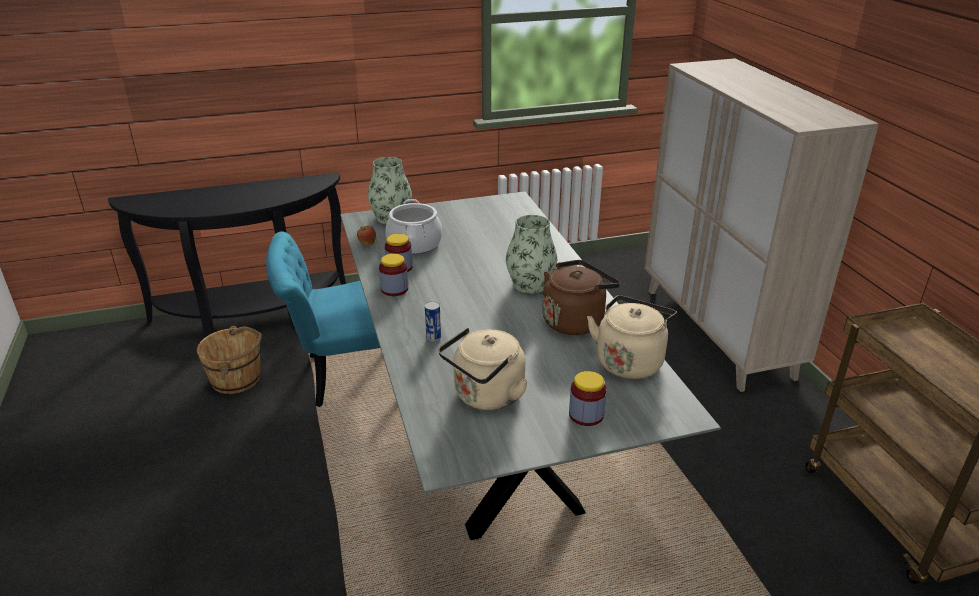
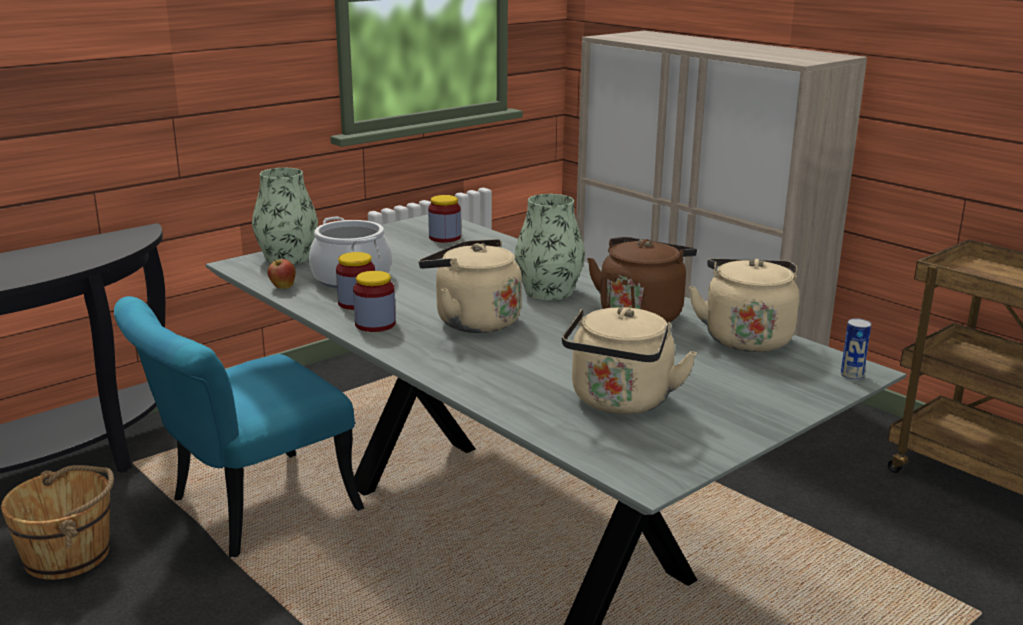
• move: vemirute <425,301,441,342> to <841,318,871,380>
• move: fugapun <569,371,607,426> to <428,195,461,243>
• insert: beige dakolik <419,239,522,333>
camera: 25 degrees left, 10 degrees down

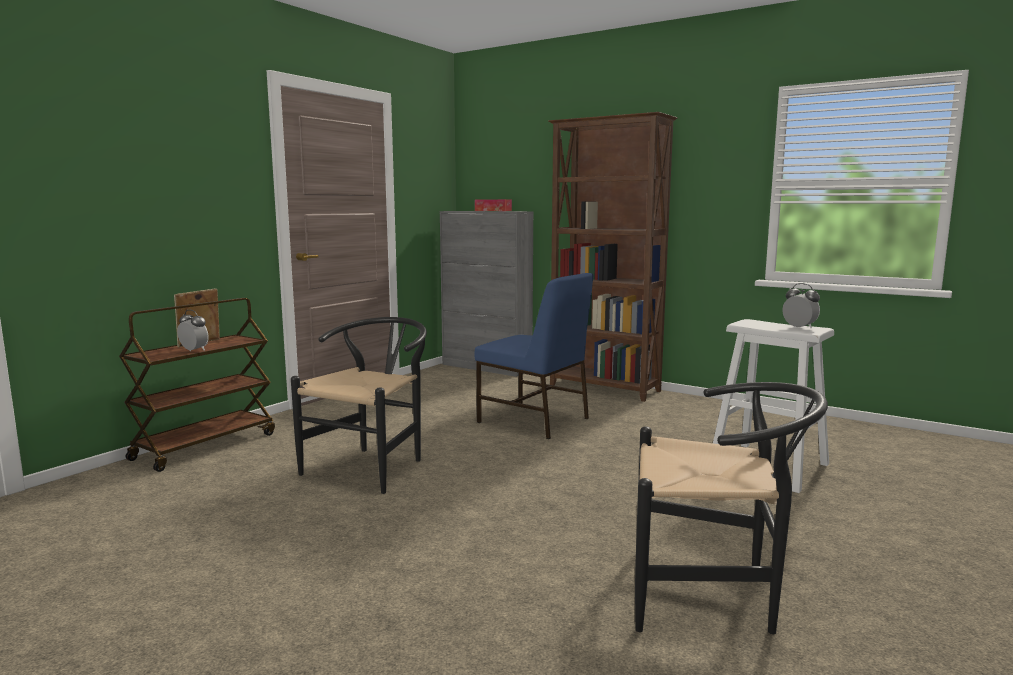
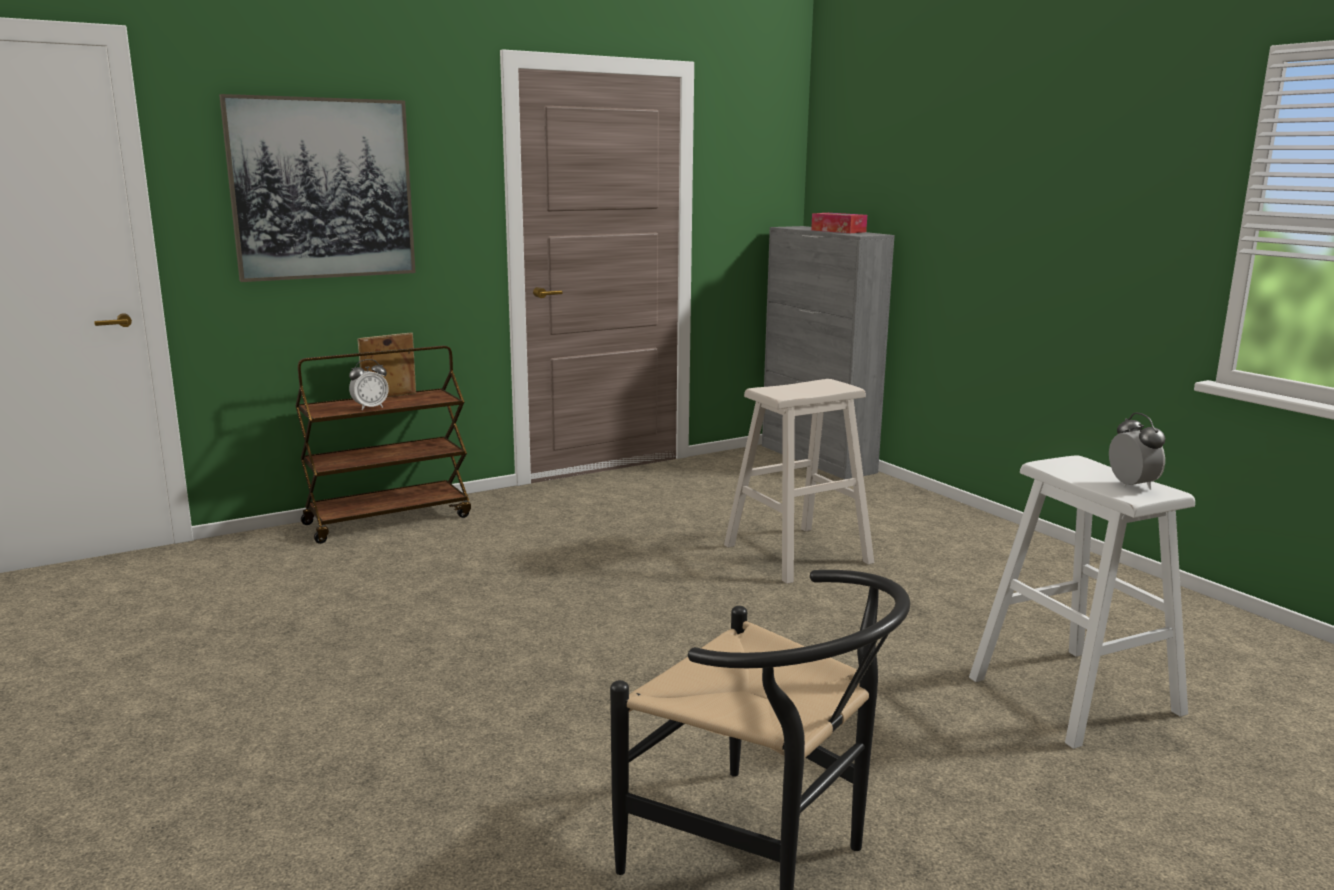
• rotate: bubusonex <177,310,209,351> = <349,359,389,410> 90 degrees clockwise
• delete: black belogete <291,317,427,494>
• replace: blue belogete <475,273,593,439> to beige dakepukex <724,379,874,584>
• delete: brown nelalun <548,112,677,402>
• insert: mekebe <219,94,416,282>
camera: 25 degrees right, 5 degrees up

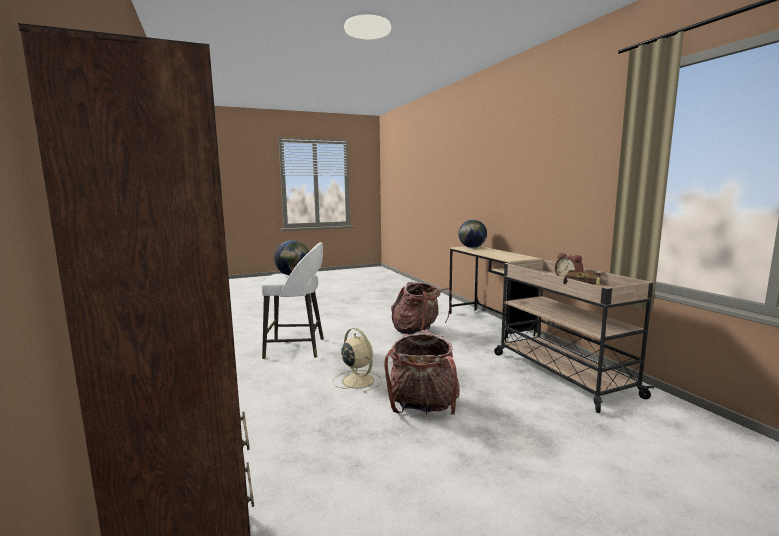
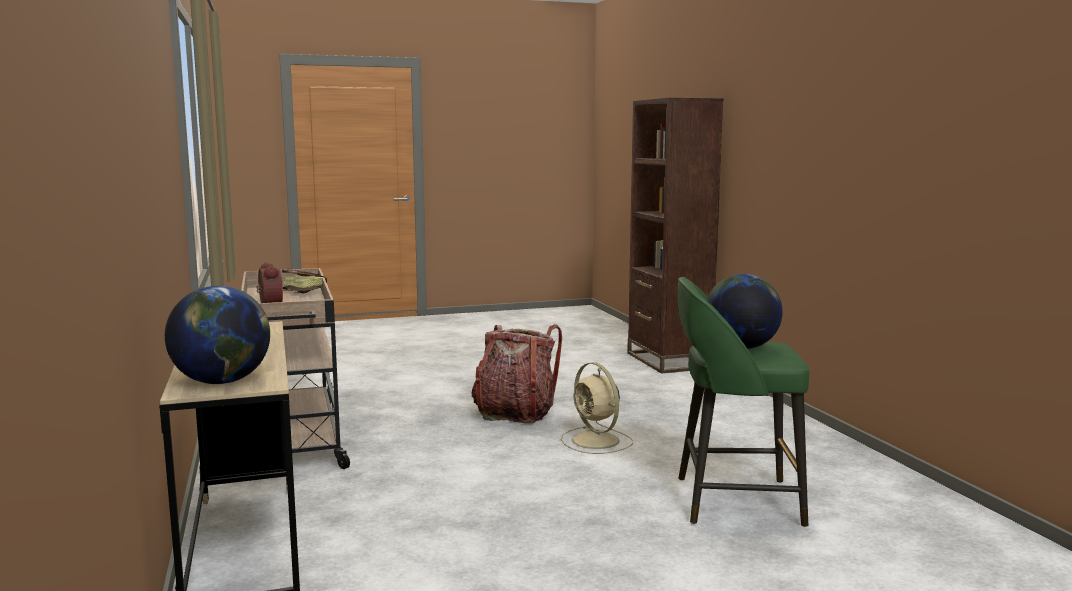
• recolor: white dakepukex <261,242,324,359> to green dakepukex <678,277,809,527>
• delete: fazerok <391,282,452,334>
camera: 175 degrees left, 0 degrees up

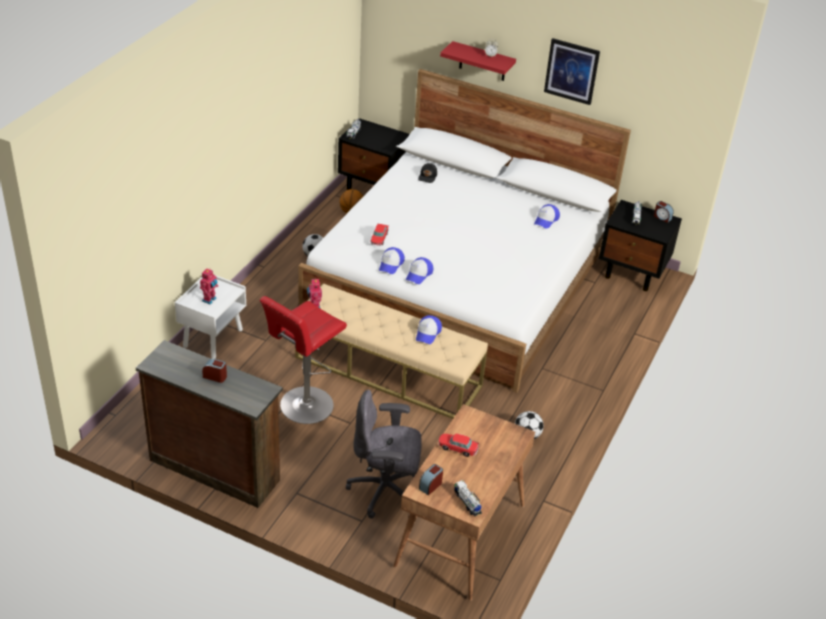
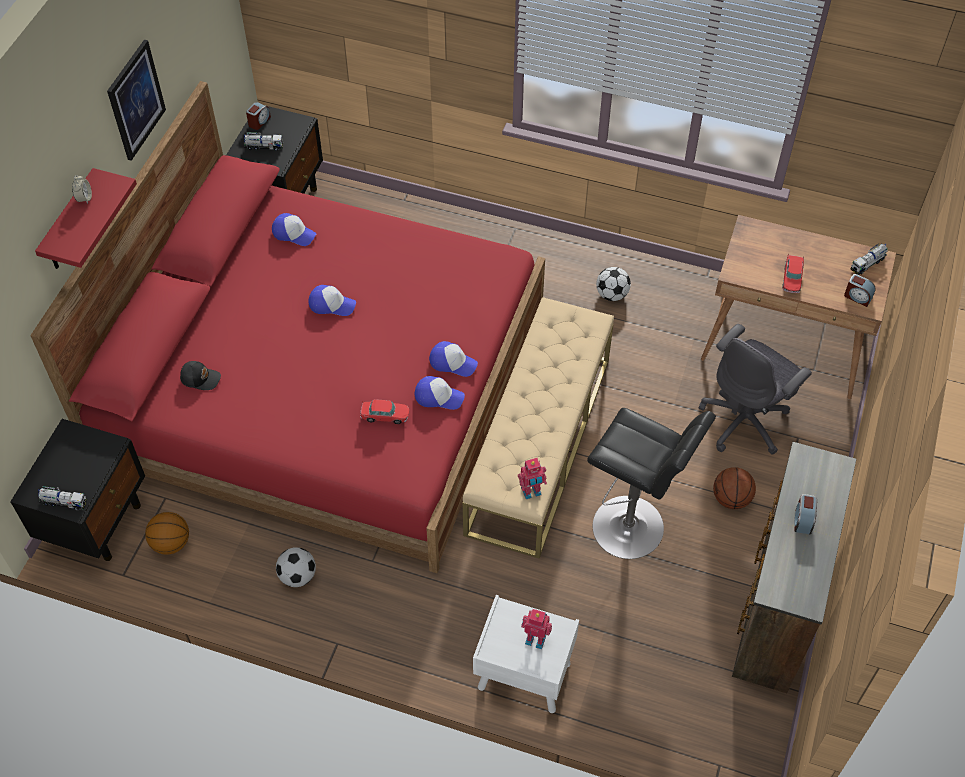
• recolor: red dakepukex <260,296,347,424> to black dakepukex <587,408,716,559>
• recolor: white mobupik <298,69,631,393> to red mobupik <30,81,545,573>
• rotate: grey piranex <346,390,422,519> = <699,324,812,454> 45 degrees clockwise
• move: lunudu <416,315,442,344> to <308,285,356,316>
• insert: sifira <713,467,756,509>
camera: 95 degrees left, 15 degrees up

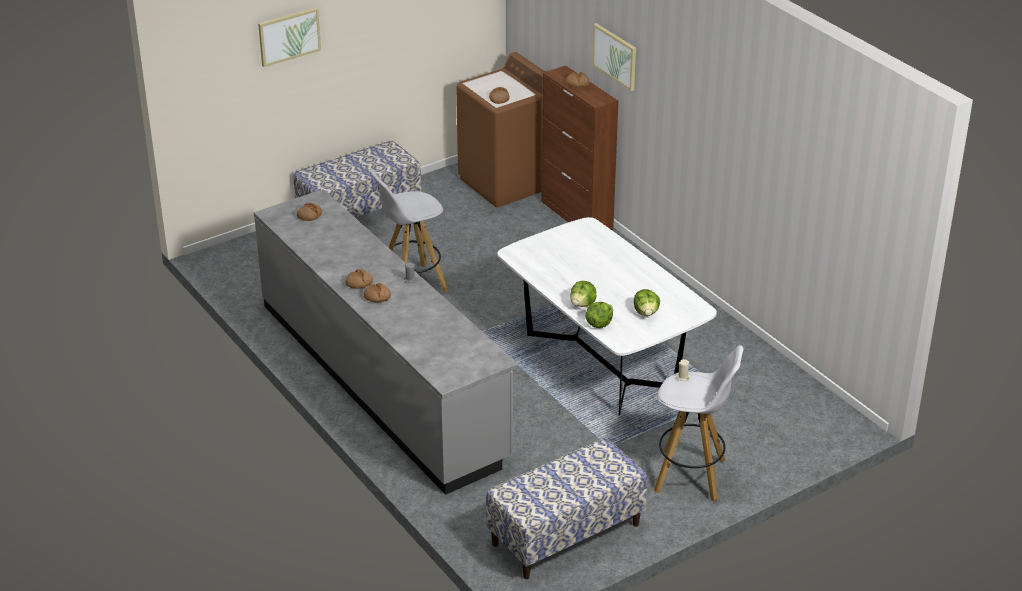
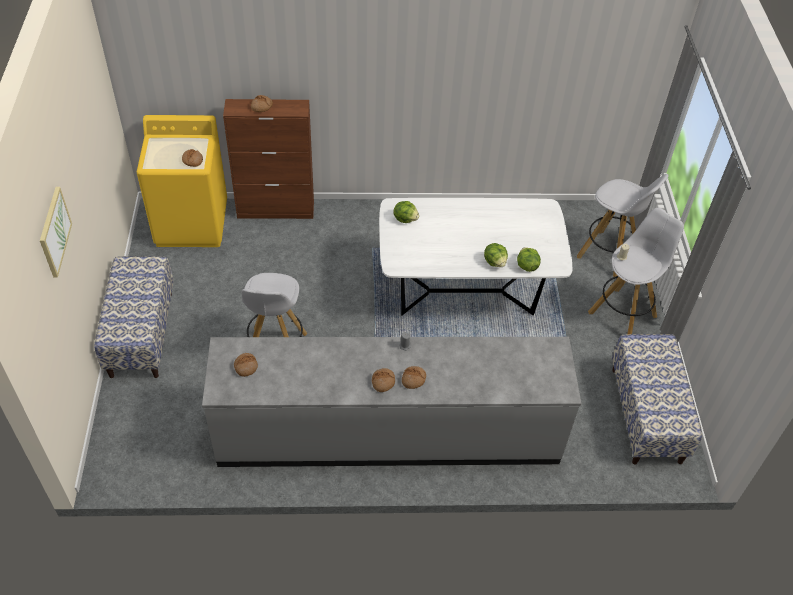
• recolor: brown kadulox <456,52,545,208> to yellow kadulox <137,115,227,247>
• delete: mekebe <592,23,636,91>
• move: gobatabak <634,289,660,316> to <393,201,419,223>
• insert: white dakepukex <577,174,669,277>
camera: 60 degrees left, 15 degrees up

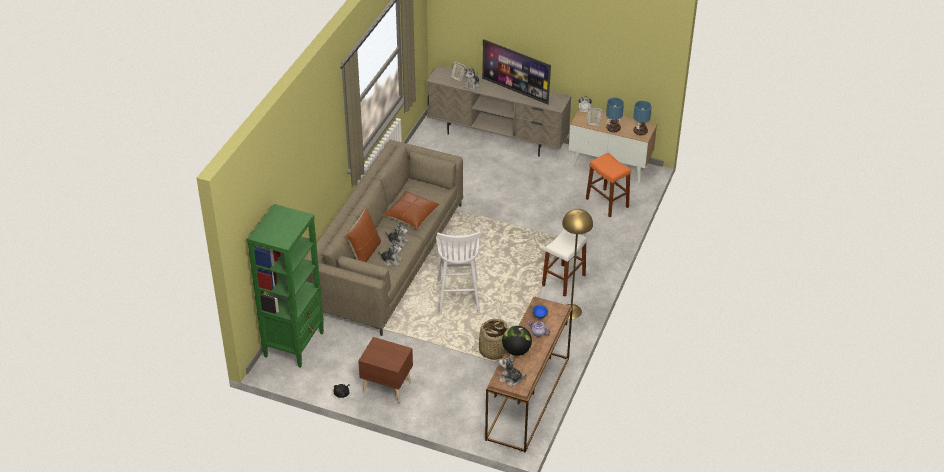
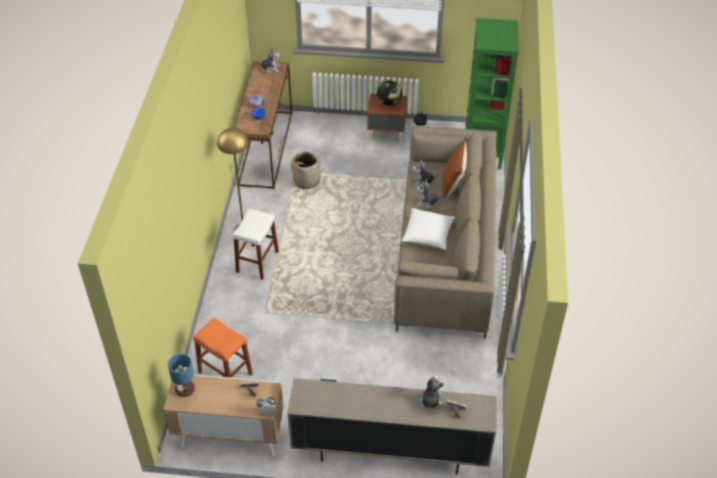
• recolor: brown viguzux <383,191,440,229> to white viguzux <401,208,455,250>
• delete: white dakepukex <436,231,481,315>
• delete: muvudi <482,39,551,105>
• move: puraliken <502,326,532,356> to <377,80,402,106>
• delete: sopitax <606,98,624,133>
camera: 165 degrees right, 5 degrees up

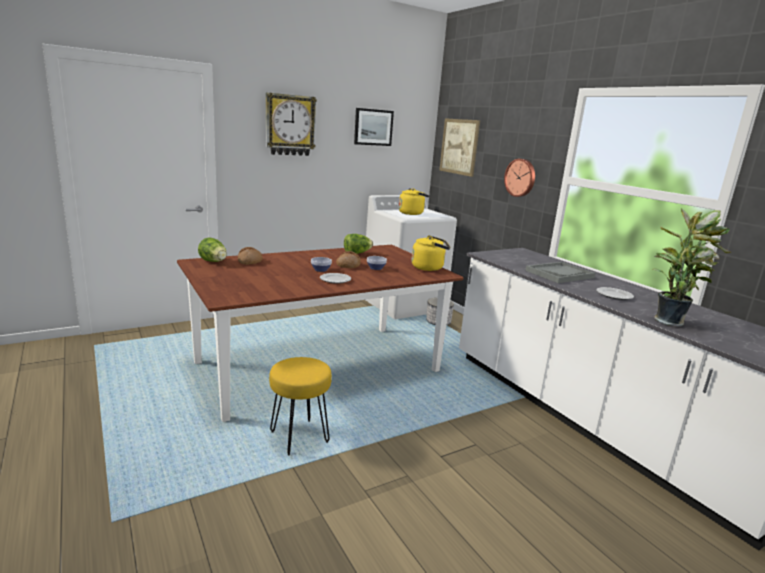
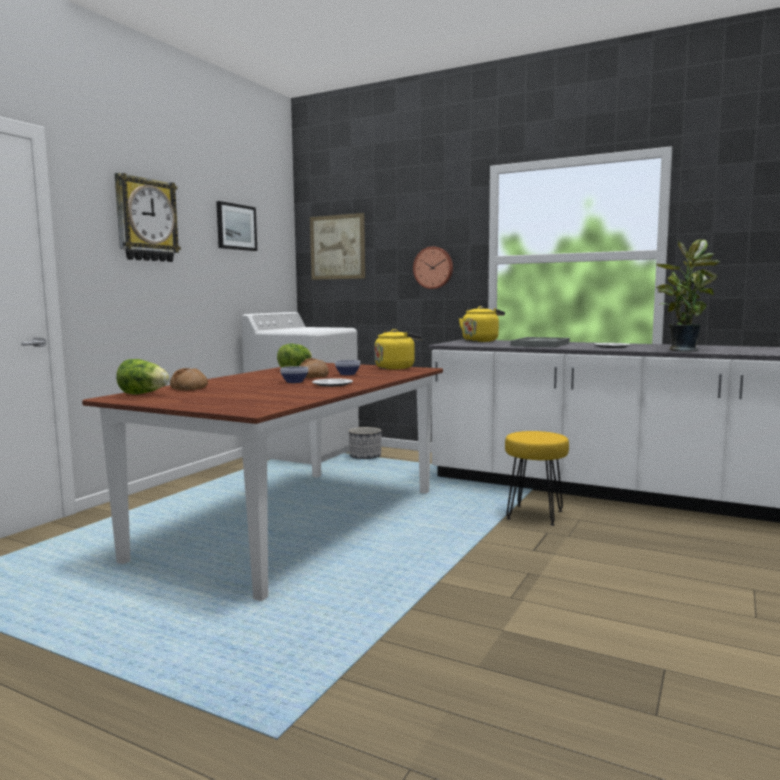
• move: yellow dakepukex <269,357,332,455> to <505,431,569,526>
• move: yellow dakolik <399,188,430,215> to <459,306,505,342>
camera: 30 degrees left, 10 degrees down

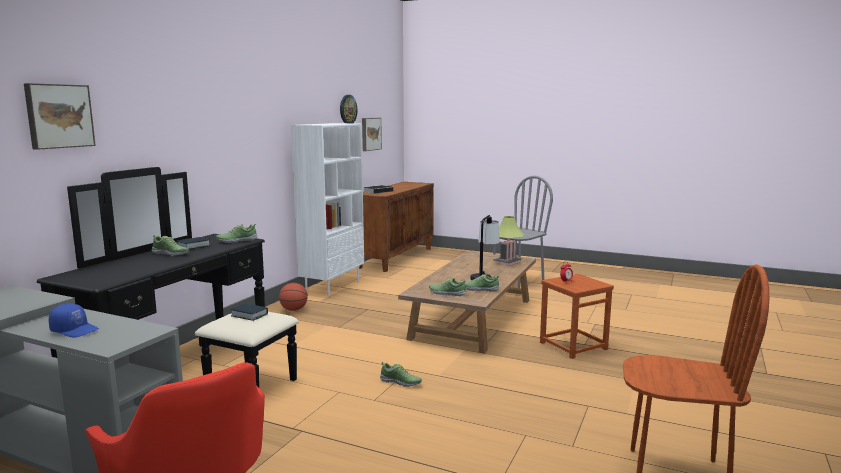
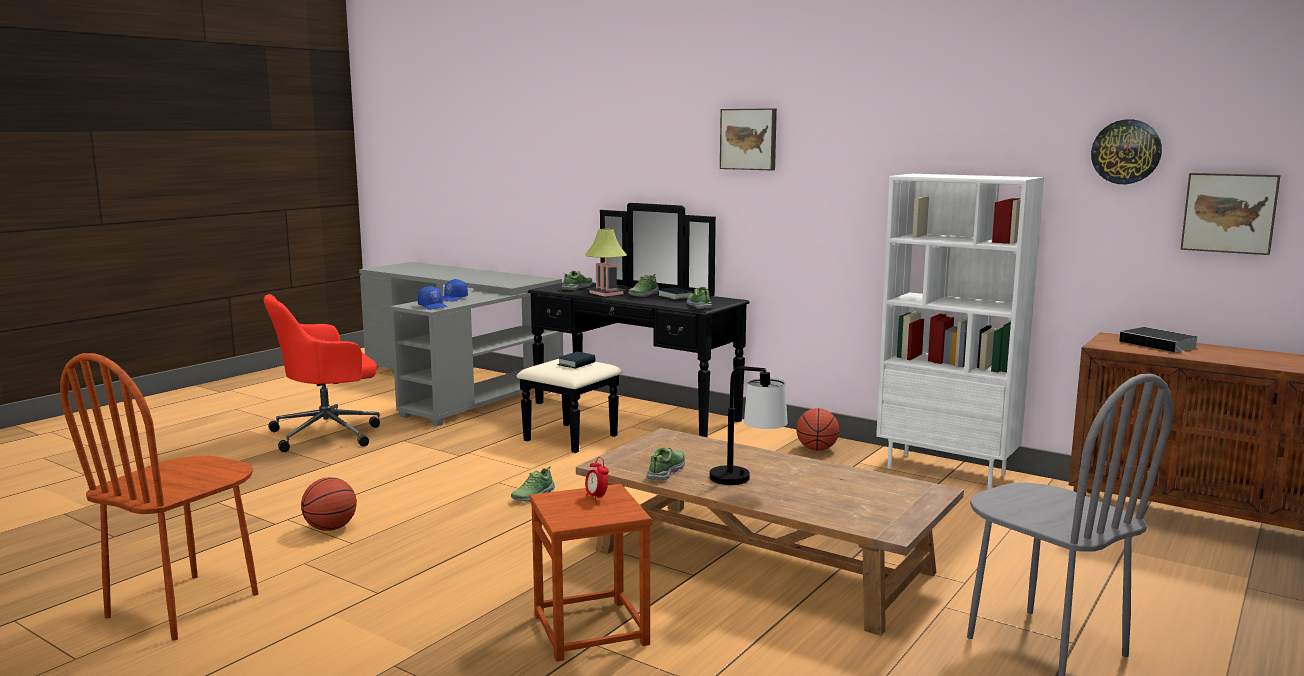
• move: mekebe <24,83,96,150> to <720,108,777,170>
• move: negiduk <429,278,466,296> to <562,271,593,290>
• move: sopitax <493,216,524,265> to <585,229,627,296>
• insert: sifira <301,477,357,531>
• insert: blue lunudu <418,286,447,310>
camera: 100 degrees right, 0 degrees up

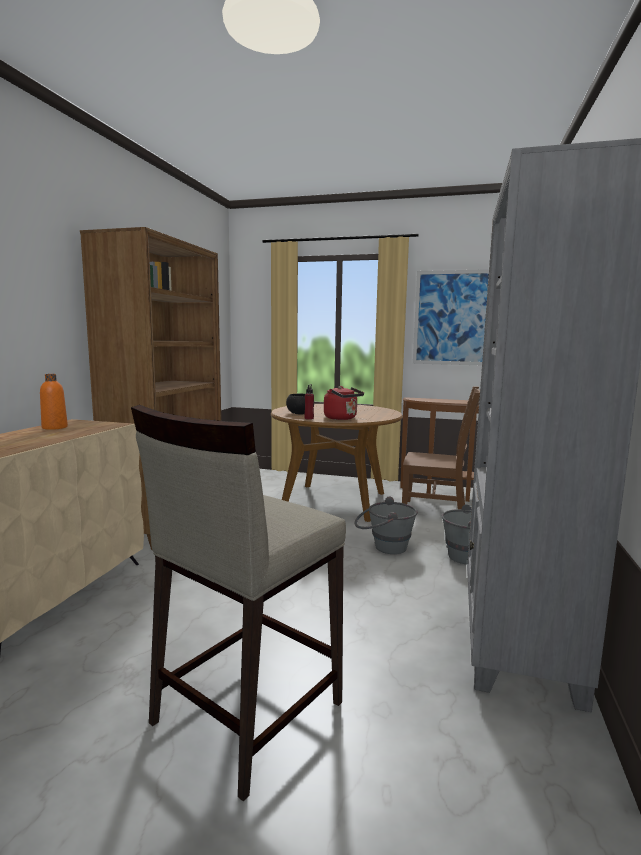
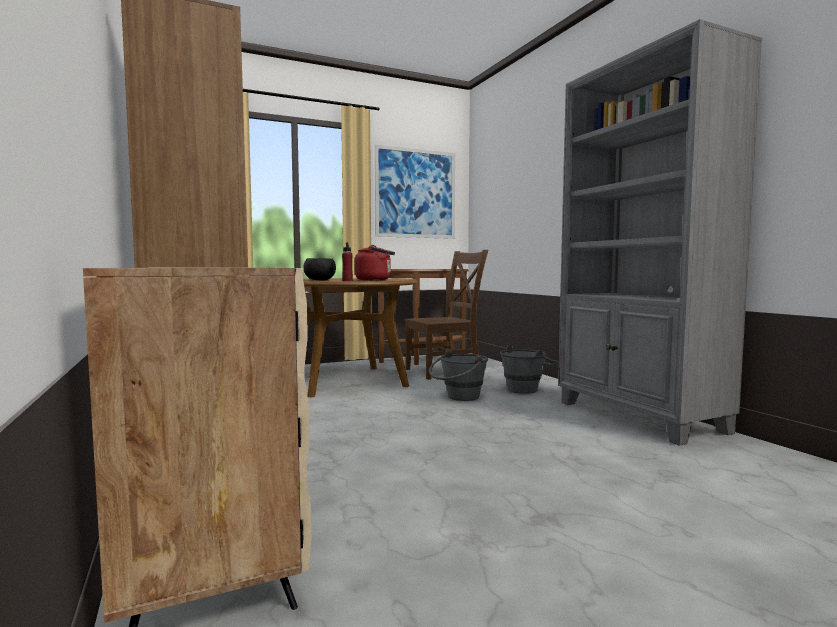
• delete: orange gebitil <40,374,68,430>
• delete: beige dakepukex <131,405,346,801>
camera: 40 degrees left, 5 degrees down

